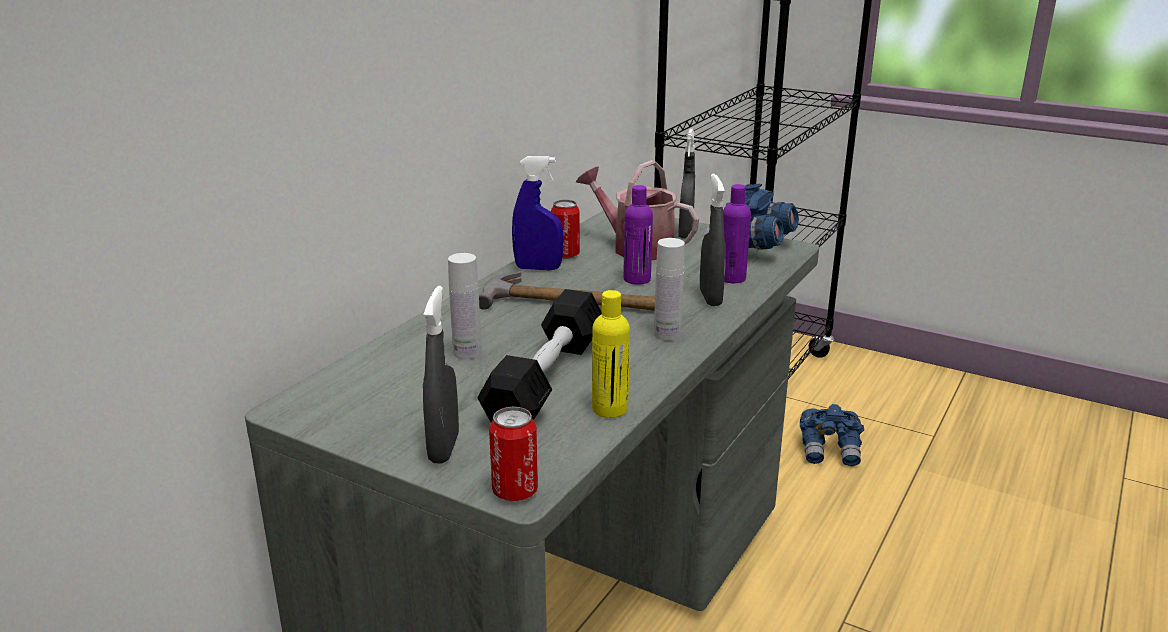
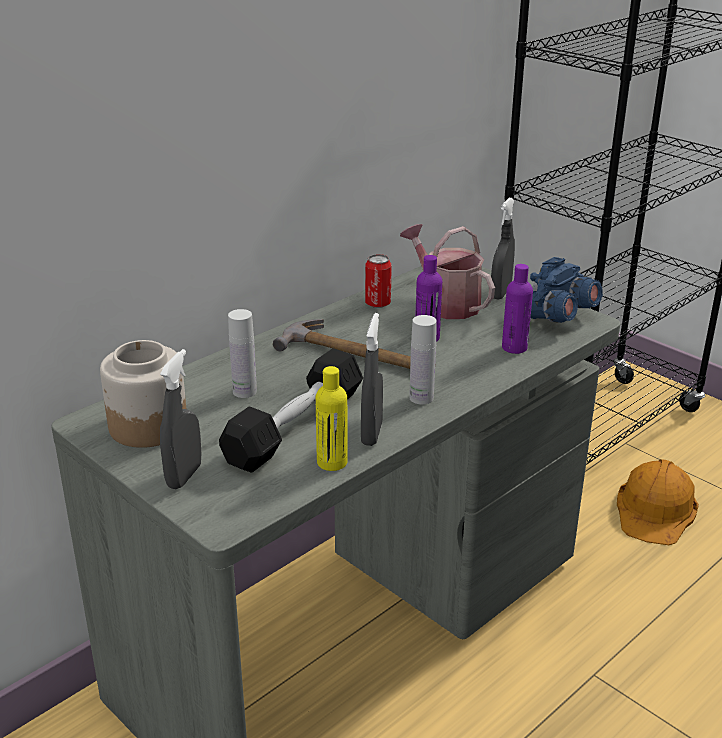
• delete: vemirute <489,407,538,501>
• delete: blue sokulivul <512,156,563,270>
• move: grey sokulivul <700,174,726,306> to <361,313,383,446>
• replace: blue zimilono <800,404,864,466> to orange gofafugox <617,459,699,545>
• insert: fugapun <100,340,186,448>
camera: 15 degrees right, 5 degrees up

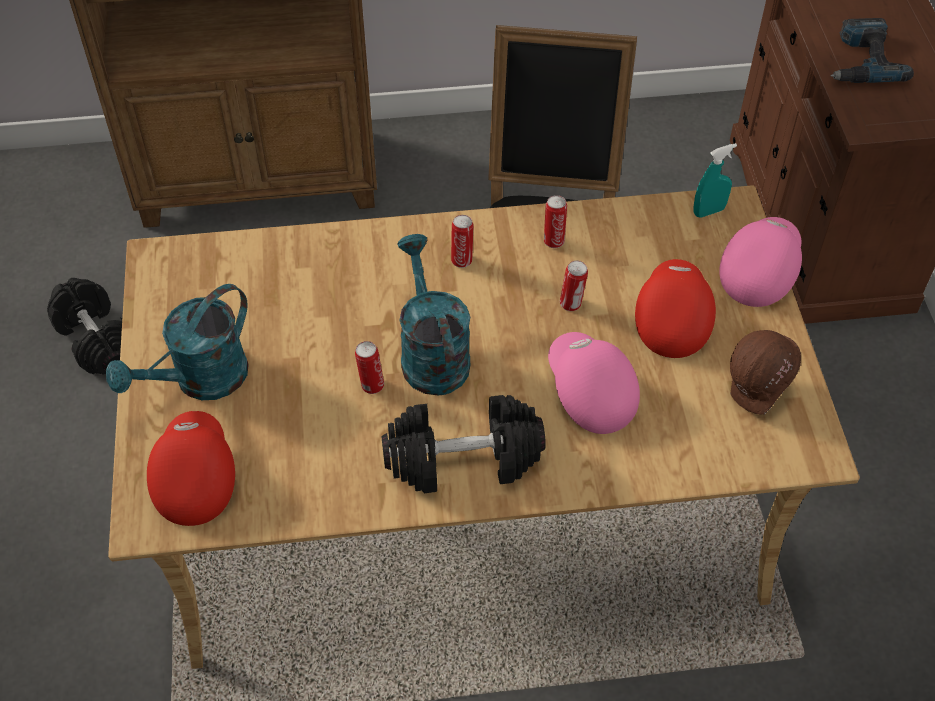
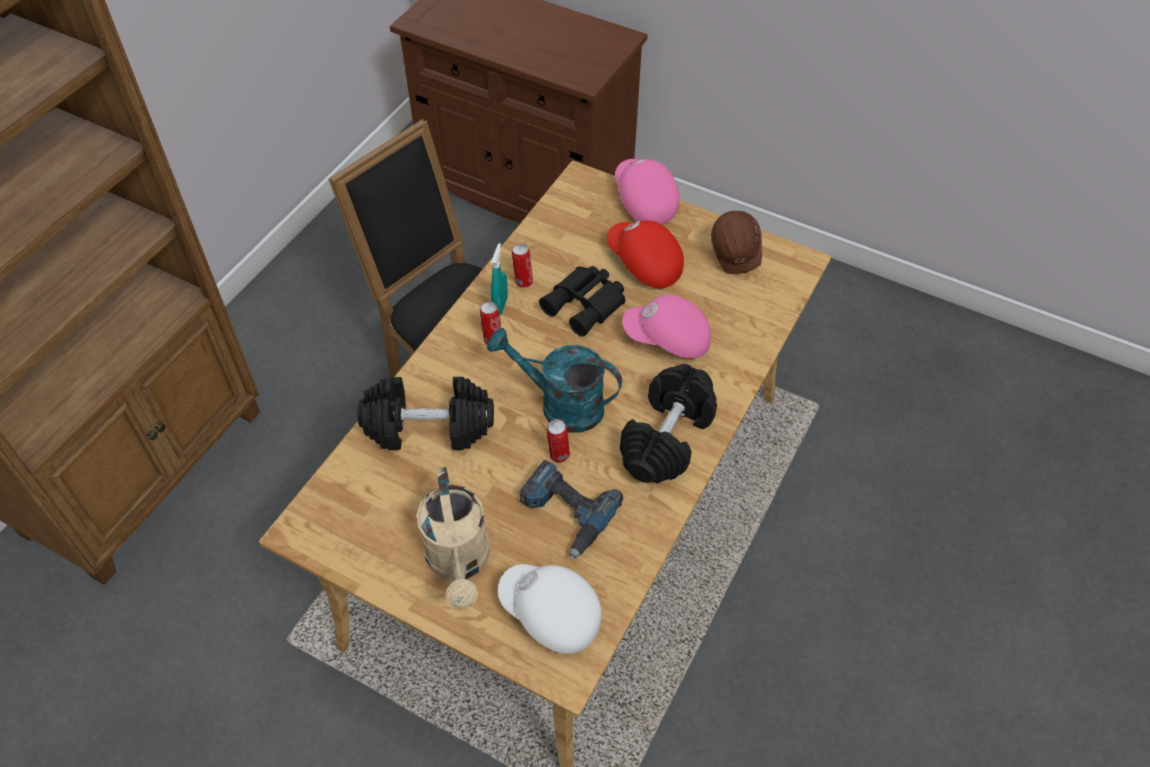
• move: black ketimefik <47,278,122,374> to <357,377,494,450>
• recolor: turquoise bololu <106,284,249,400> to beige bololu <416,467,490,609>
• recolor: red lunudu <147,411,235,526> to white lunudu <498,564,602,654>
• replace: vemirute <560,261,588,311> to black zimilono <539,266,625,337>
• move: turquoise sokulivul <693,143,737,218> to <491,243,508,316>
• move: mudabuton <831,18,914,83> to <519,460,623,559>
camera: 55 degrees left, 0 degrees up

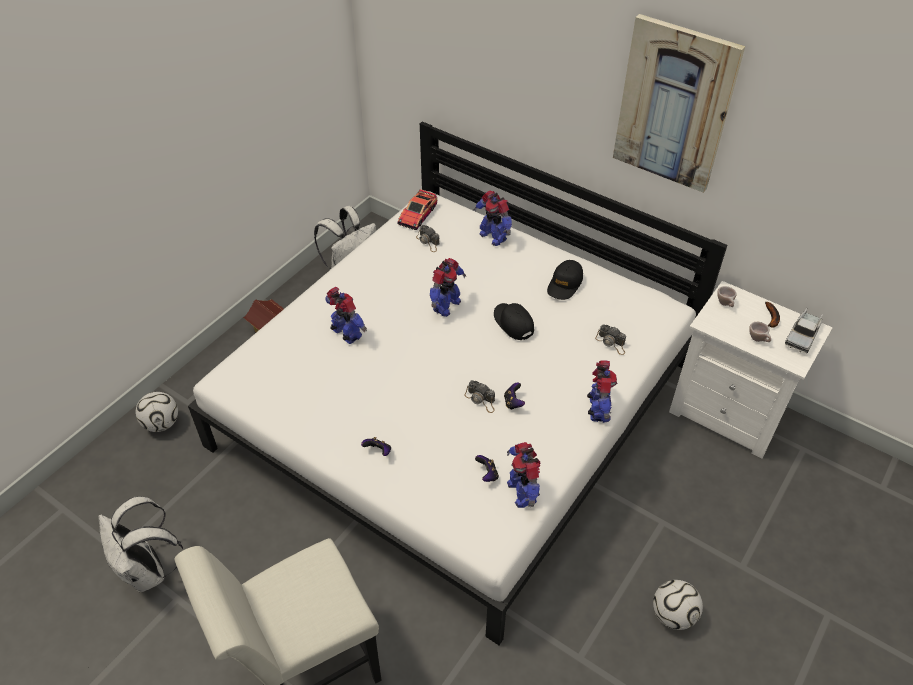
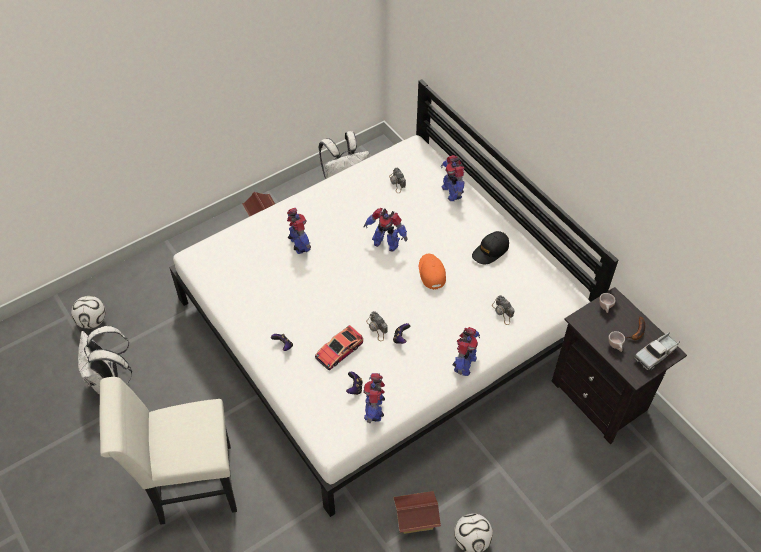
• move: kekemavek <135,392,178,432> to <71,296,106,329>
• move: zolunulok <397,189,437,230> to <315,325,363,370>
• rotate: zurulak <430,258,466,317> = <364,208,407,252> 60 degrees clockwise
• recolor: black lunudu <494,303,534,340> to orange lunudu <419,254,446,290>
• delete: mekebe <613,14,745,193>
• recolor: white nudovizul <669,281,833,458> to black nudovizul <551,287,687,444>
• insert: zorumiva <394,491,441,534>
camera: 20 degrees right, 5 degrees up

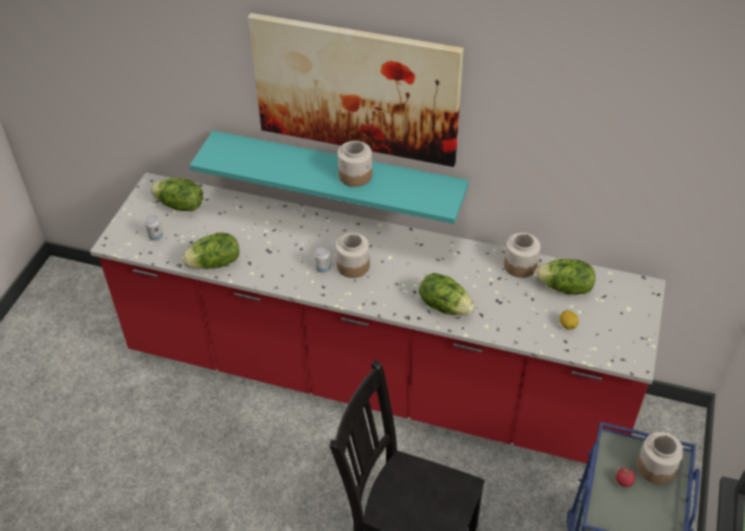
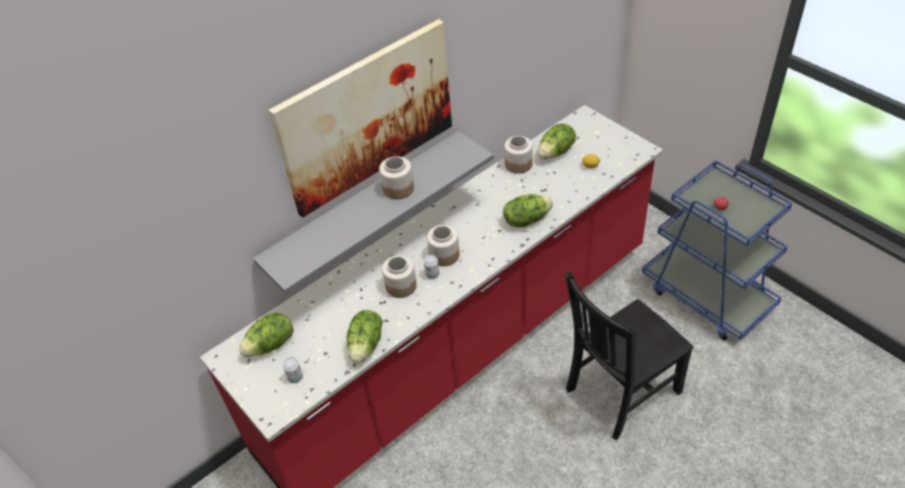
• recolor: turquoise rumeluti <190,131,469,224> to grey rumeluti <253,131,494,294>
• move: fugapun <637,432,684,484> to <382,255,417,298>
camera: 55 degrees left, 0 degrees up

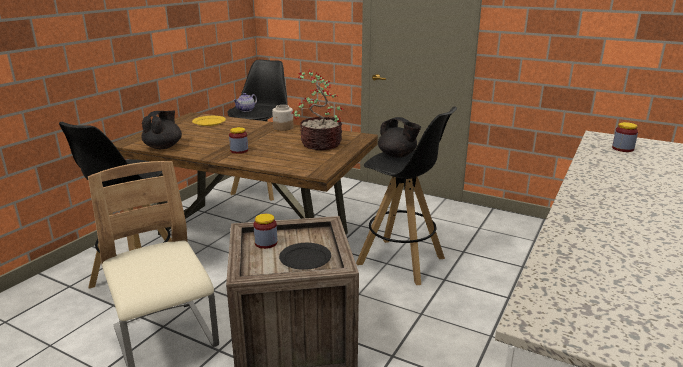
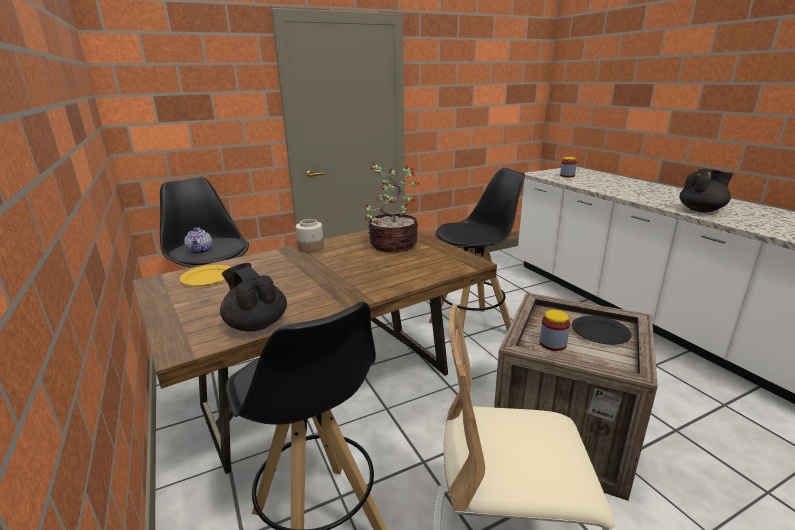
• delete: fugapun <229,127,248,154>
• move: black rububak <378,117,421,158> to <679,169,734,212>
camera: 55 degrees left, 0 degrees up

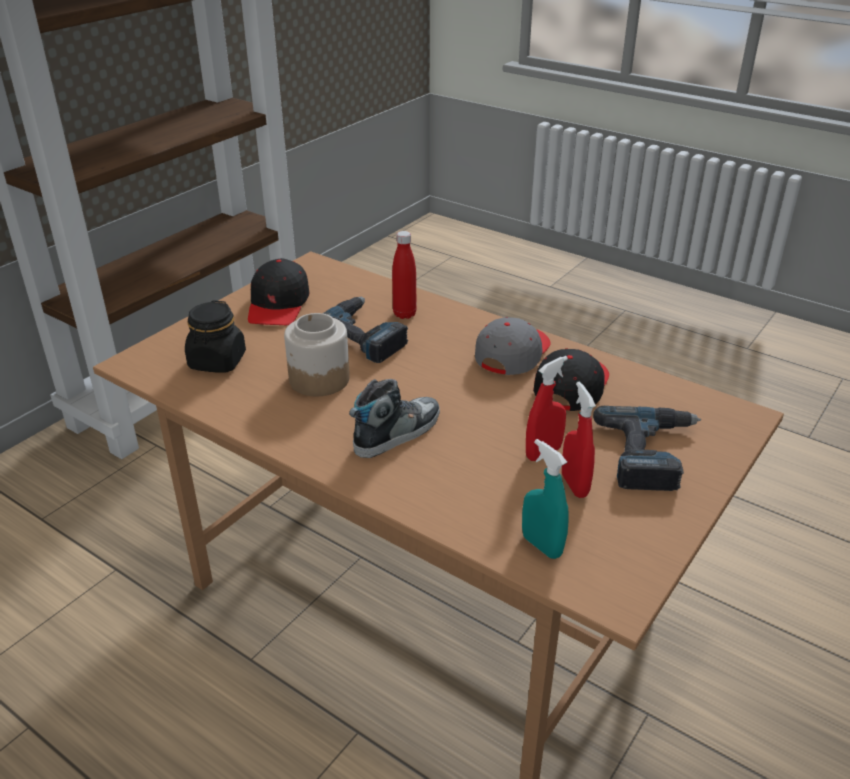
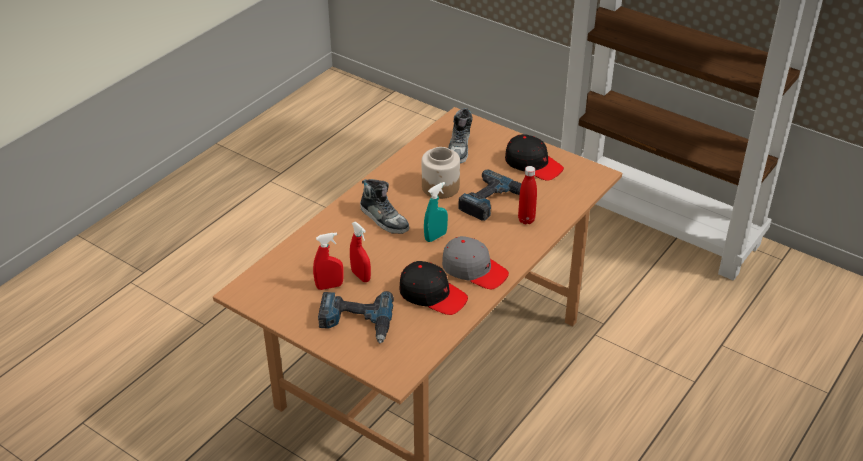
• replace: black fugapun <185,300,246,373> to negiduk <448,108,473,163>
• rotate: black lunudu <248,258,310,325> = <505,134,564,181> 150 degrees counterclockwise
• move: turquoise sokulivul <522,439,569,559> to <424,182,448,242>
camera: 90 degrees right, 5 degrees up

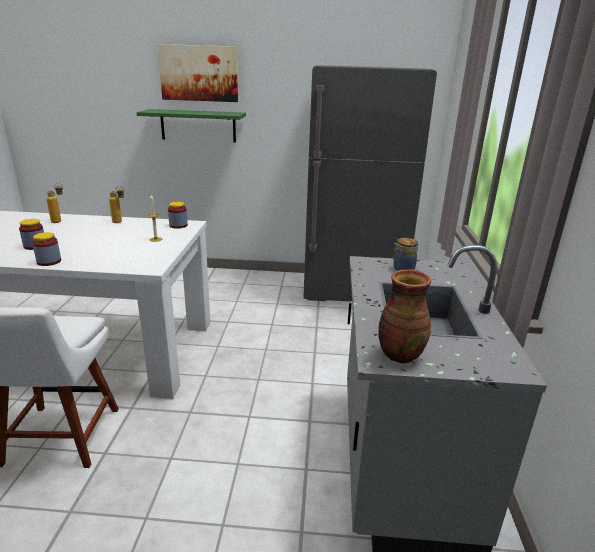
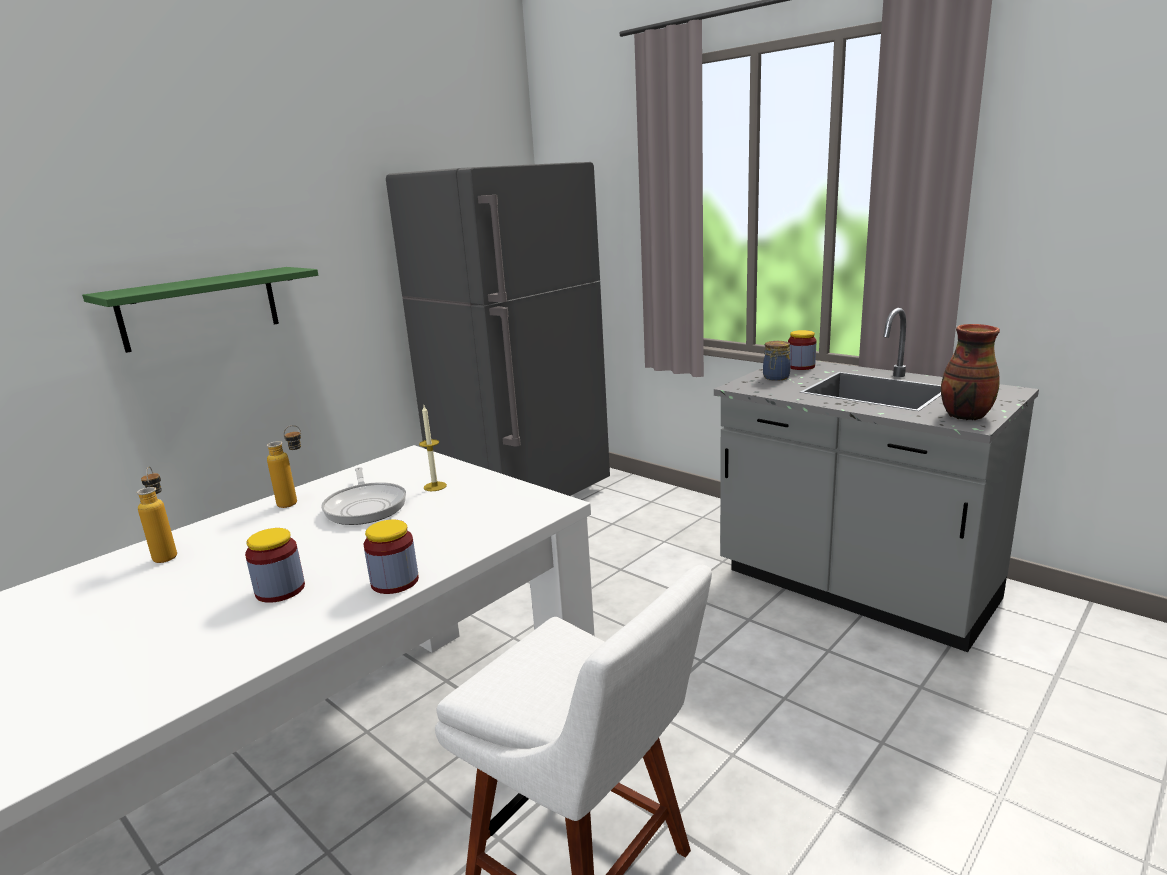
• delete: mekebe <158,44,238,102>
• move: fugapun <168,202,188,229> to <788,330,816,370>
• insert: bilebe <321,467,406,525>
camera: 50 degrees left, 5 degrees down

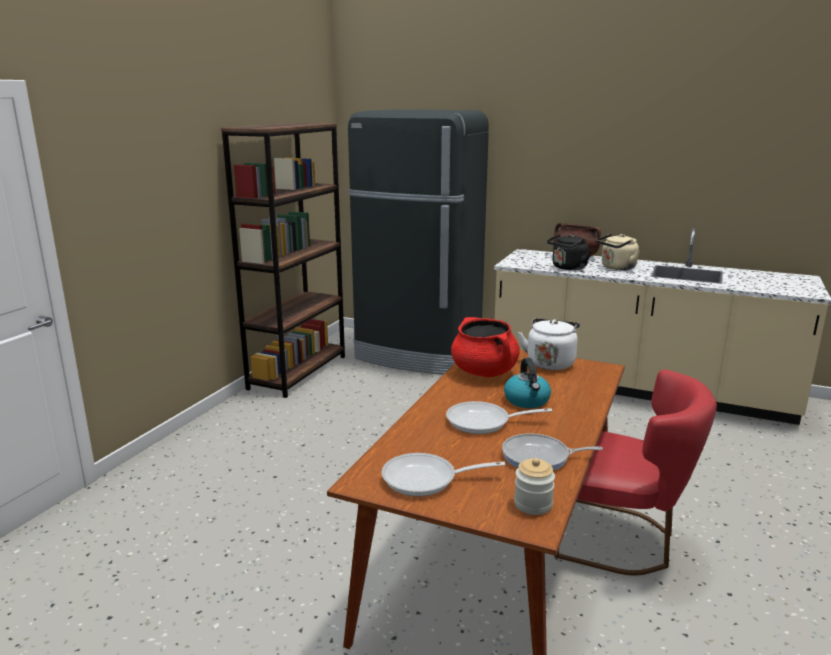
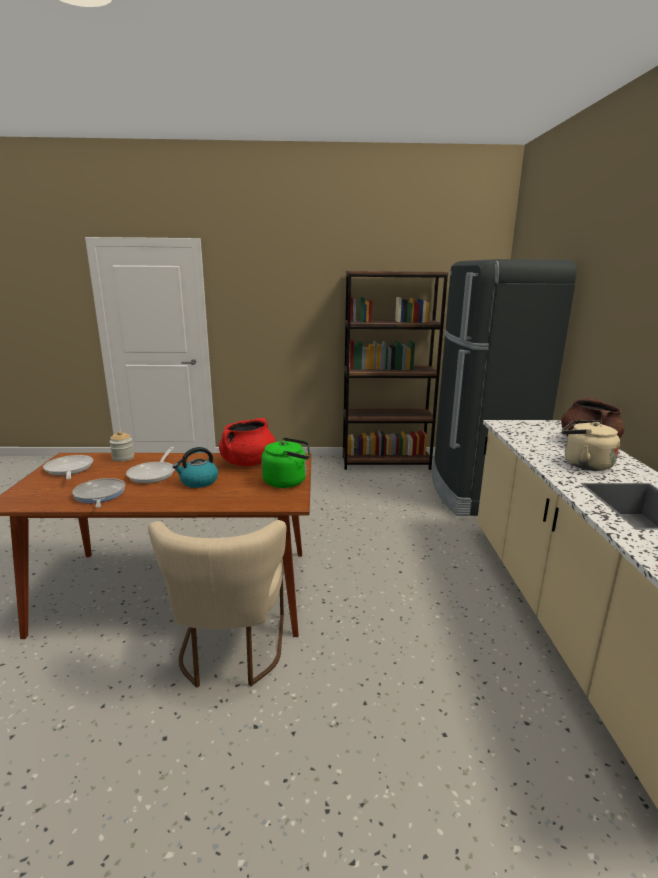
• rotate: bilebe <446,401,552,434> = <126,447,175,484> 150 degrees counterclockwise
• move: fugapun <514,458,555,515> to <109,431,134,462>
• recolor: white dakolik <518,318,580,370> to green dakolik <261,437,310,488>
• delete: black dakolik <547,234,591,270>
• recolor: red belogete <554,370,717,576> to beige belogete <148,520,286,688>
camera: 65 degrees right, 0 degrees up

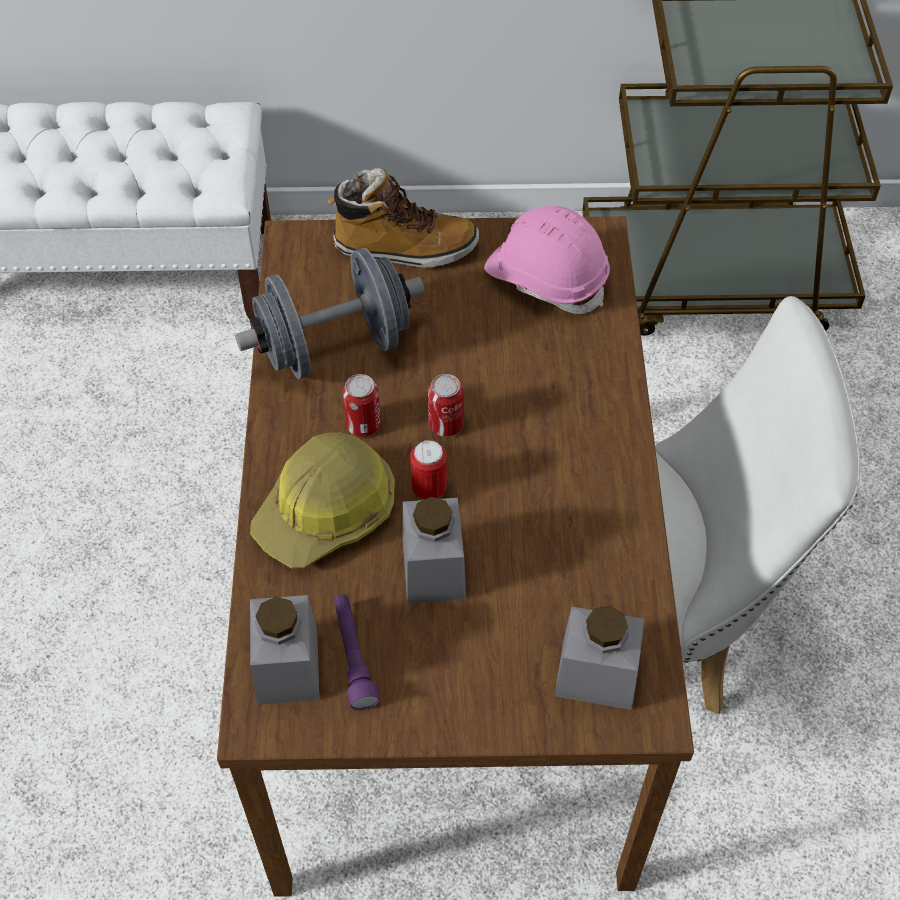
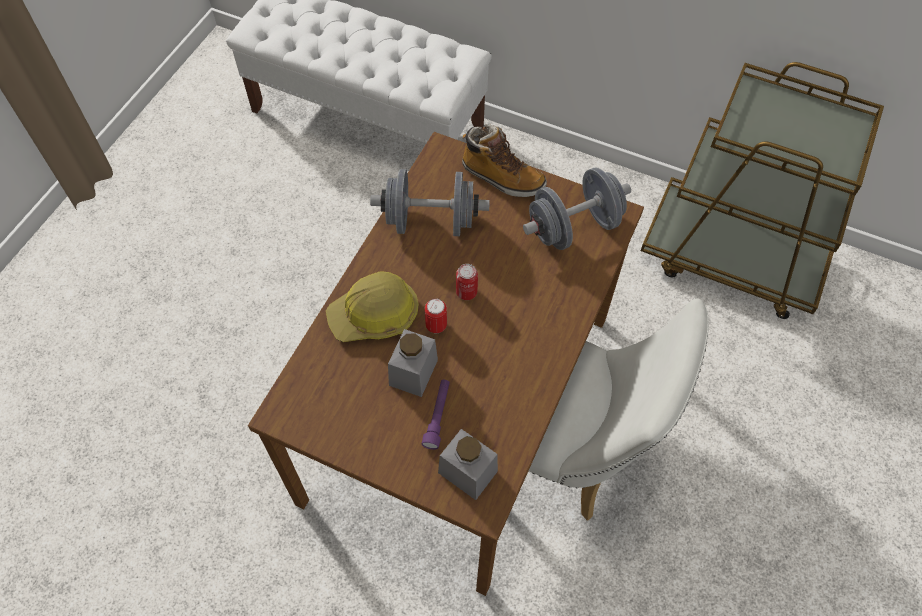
• delete: grey fugapun <250,595,320,705>
• move: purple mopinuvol <334,594,380,710> to <422,380,450,450>
• delete: vemirute <343,374,381,437>
• replace: pink gofafugox <484,206,610,314> to grey ketimefik <523,167,631,250>
camera: 25 degrees right, 5 degrees up

